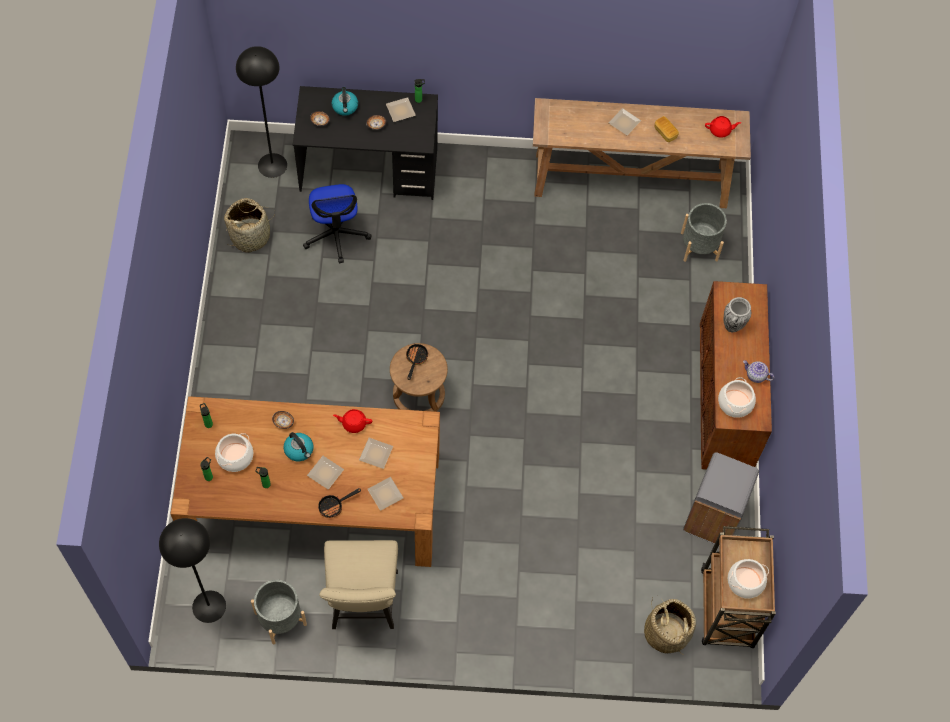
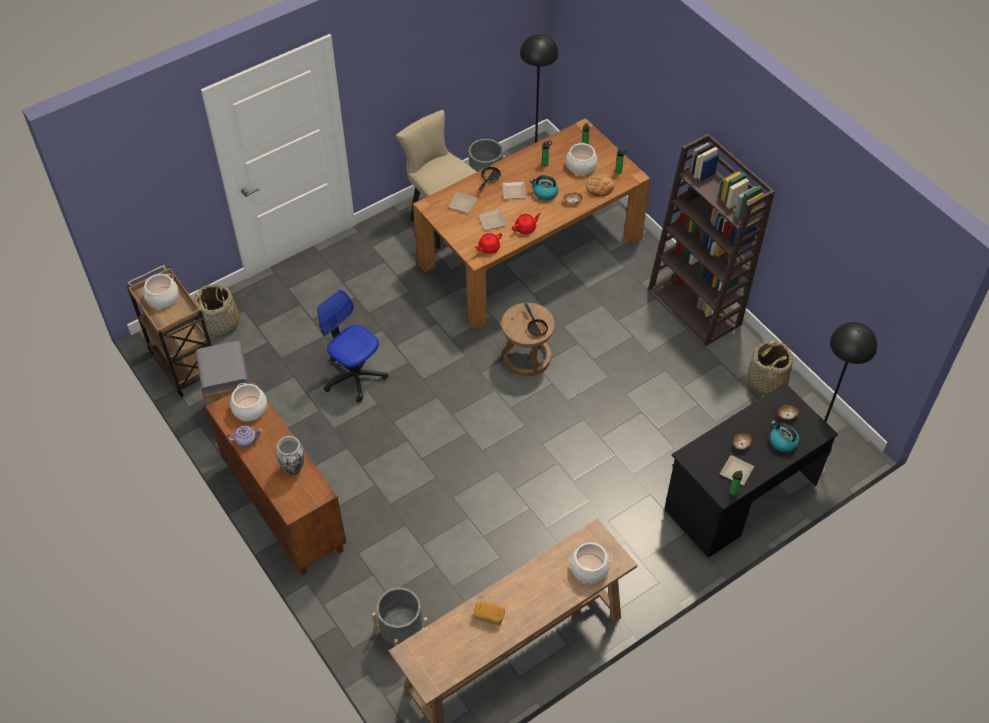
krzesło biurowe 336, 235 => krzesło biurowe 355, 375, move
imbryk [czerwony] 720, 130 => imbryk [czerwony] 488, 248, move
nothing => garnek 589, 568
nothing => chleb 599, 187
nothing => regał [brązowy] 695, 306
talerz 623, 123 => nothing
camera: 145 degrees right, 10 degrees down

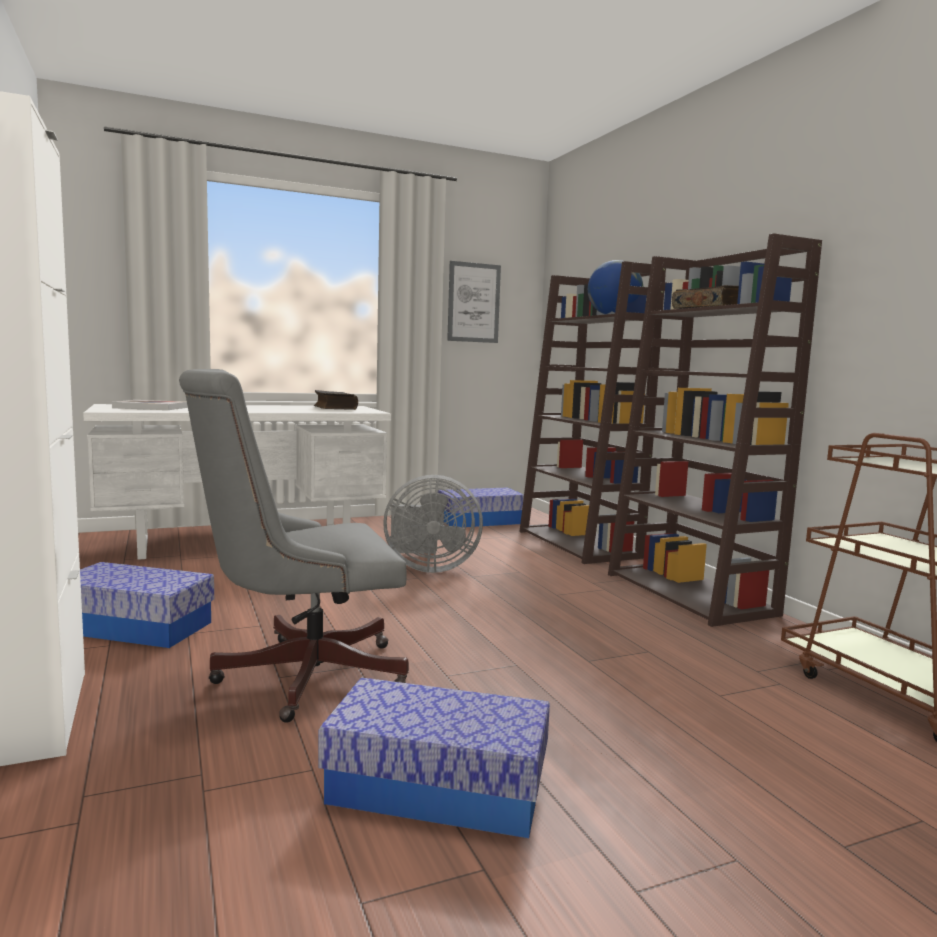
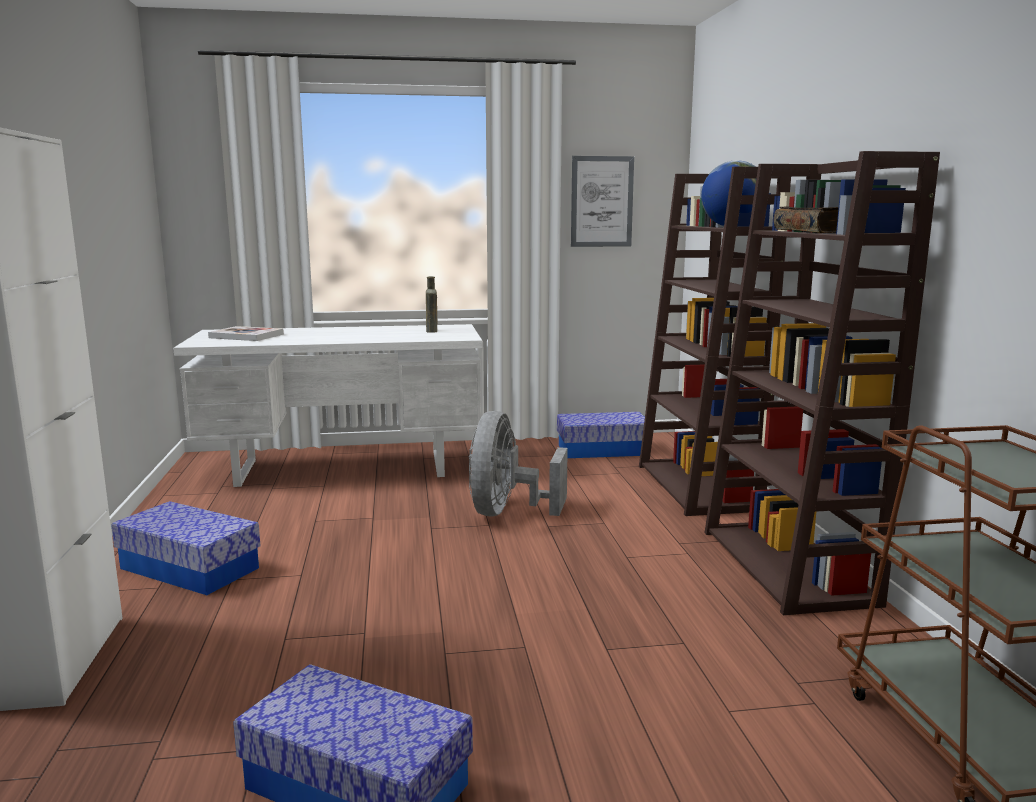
książka 334, 408 => butelka [brązowy] 432, 331
wentylator [szary] 428, 568 => wentylator [szary] 507, 512, 90 degrees clockwise
krzesło biurowe [szary] 299, 675 => nothing
camera: 15 degrees right, 5 degrees up

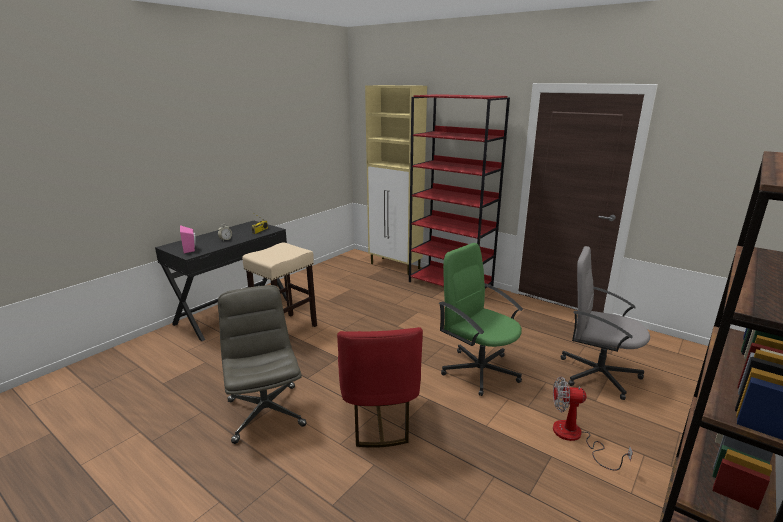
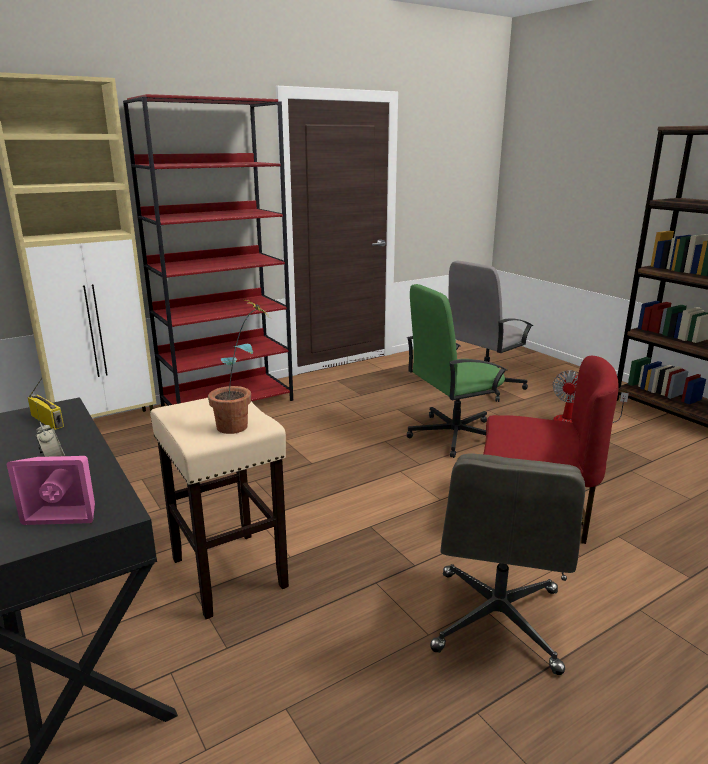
nothing => roślina doniczkowa 242, 425
krzesło biurowe [szary] 265, 412 => krzesło biurowe [szary] 497, 621, 75 degrees counterclockwise
camera: 70 degrees left, 0 degrees up

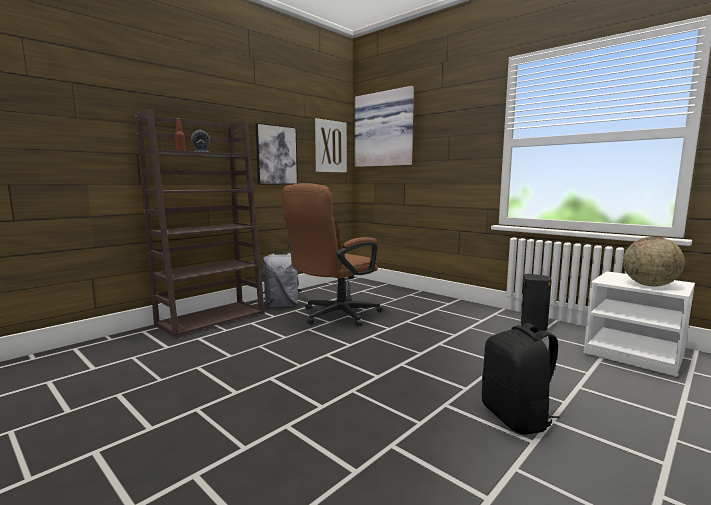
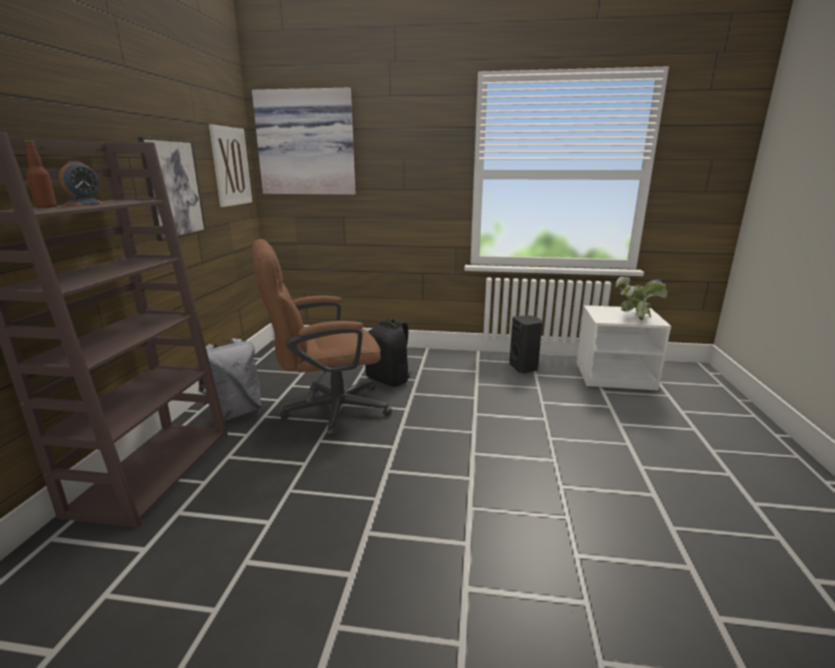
krzesło biurowe [brązowy] 334, 316 => krzesło biurowe [brązowy] 326, 410, 60 degrees clockwise
plecak [czarny] 516, 418 => plecak [czarny] 389, 379, move
globus 649, 285 => roślina doniczkowa 634, 318
camera: 35 degrees left, 10 degrees up

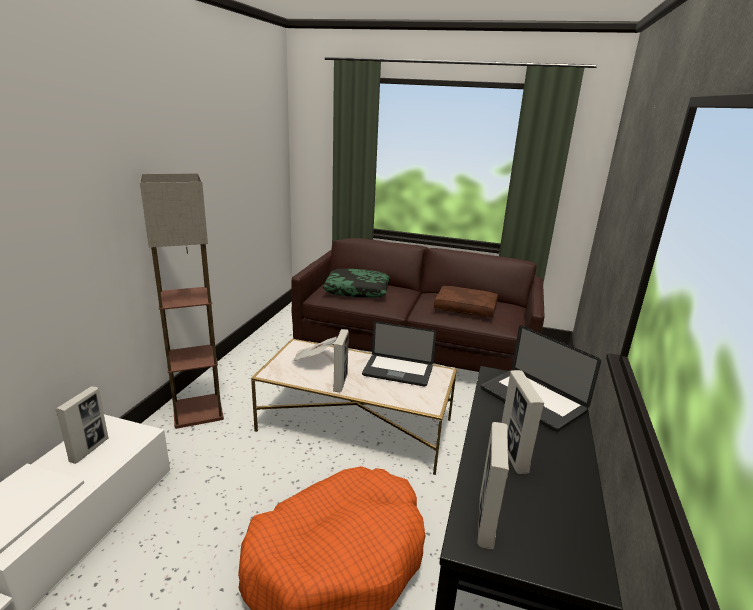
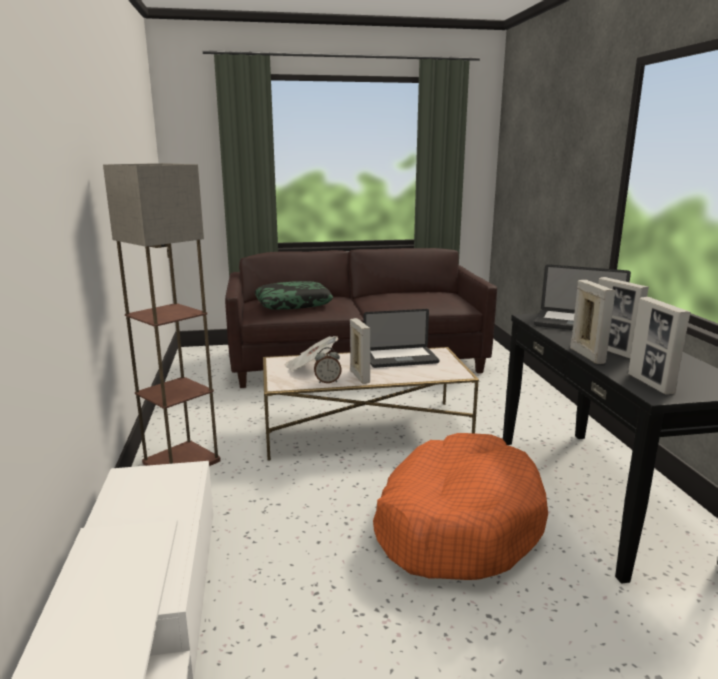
nothing => budzik 327, 381
ramka na zdjęcie 89, 449 => ramka na zdjęcie 587, 355, move
poduszka [brązowy] 466, 308 => nothing
camera: 25 degrees left, 5 degrees down

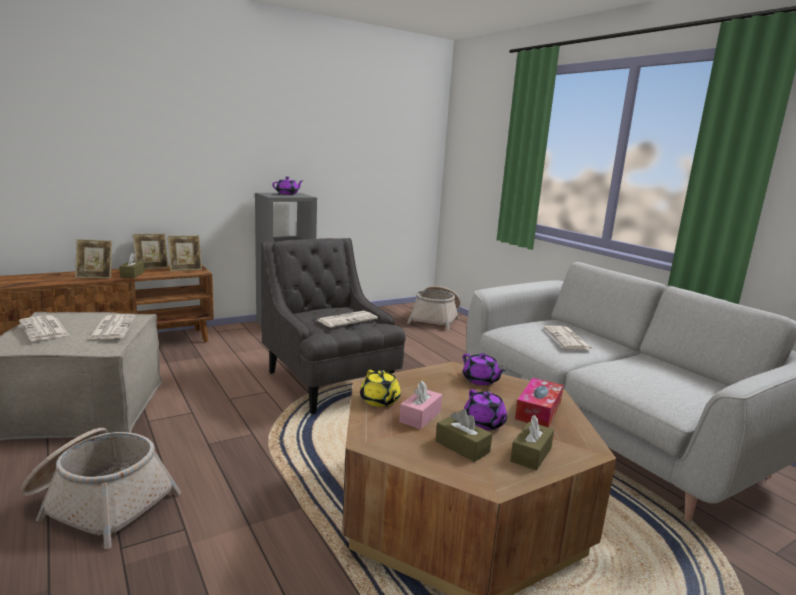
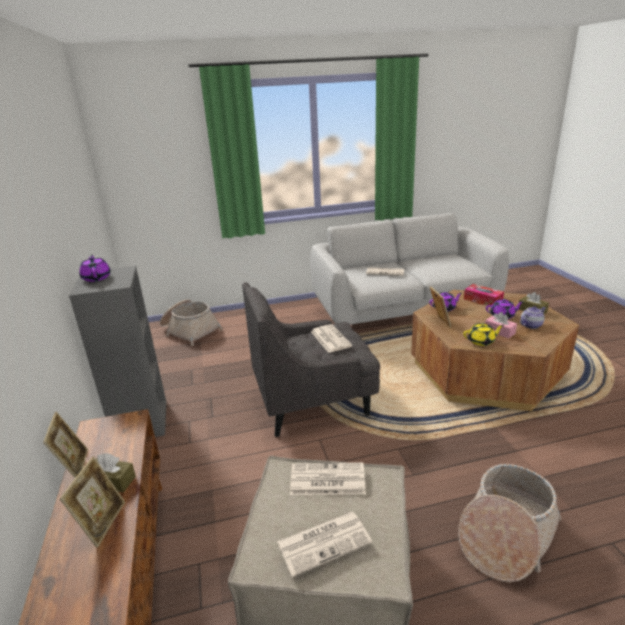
ramka na zdjęcie 185, 269 => ramka na zdjęcie 439, 321, move
pudełko chusteczek [brązowy] 462, 447 => imbryk 531, 325
camera: 70 degrees left, 10 degrees up

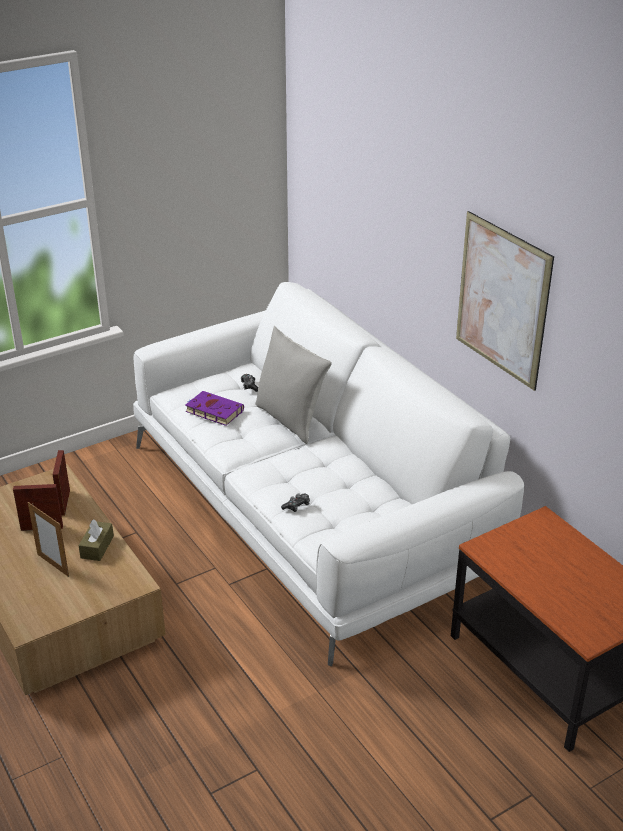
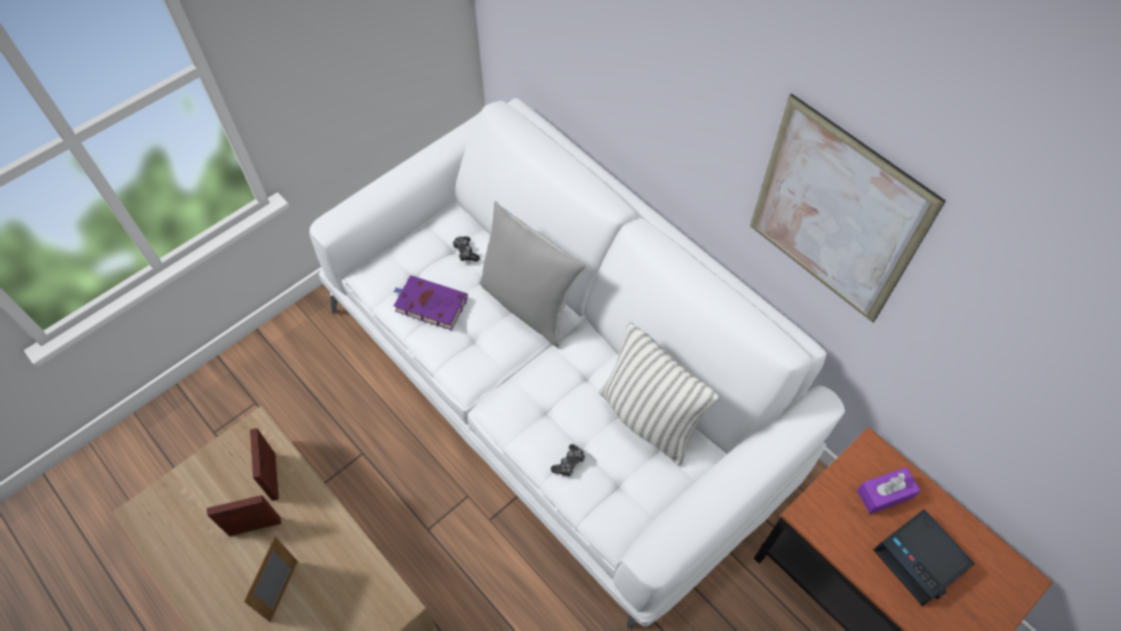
ramka na zdjęcie 53, 565 => ramka na zdjęcie 284, 591, 75 degrees clockwise
nothing => poduszka 649, 418
nothing => pudełko chusteczek [fioletowy] 884, 494
nothing => budzik 921, 559
pudełko chusteczek [brązowy] 97, 547 => nothing
camera: 10 degrees left, 25 degrees up

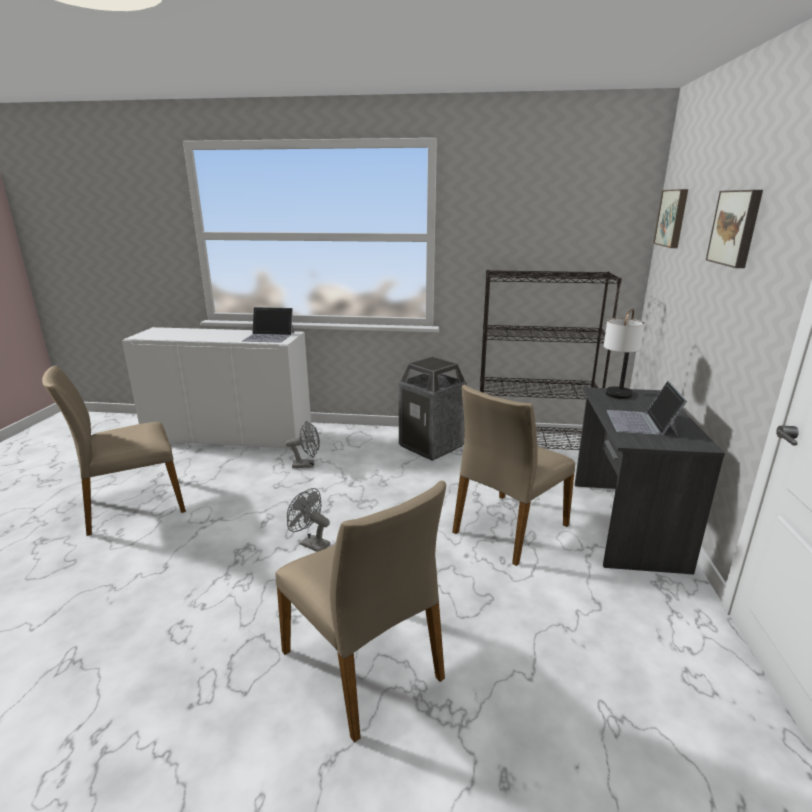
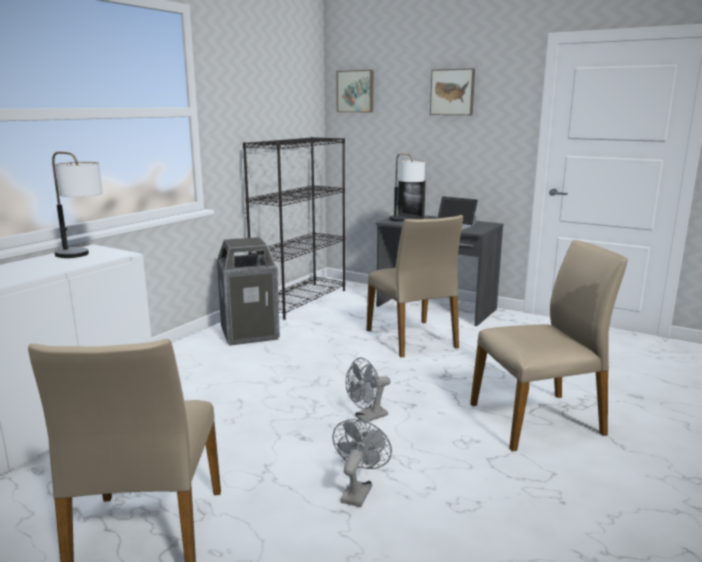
laptop 269, 336 => lampa stołowa 82, 256
wentylator [szary] 307, 465 => wentylator [szary] 358, 491, move
nothing => ramka na zdjęcie 410, 217
camera: 65 degrees left, 5 degrees down

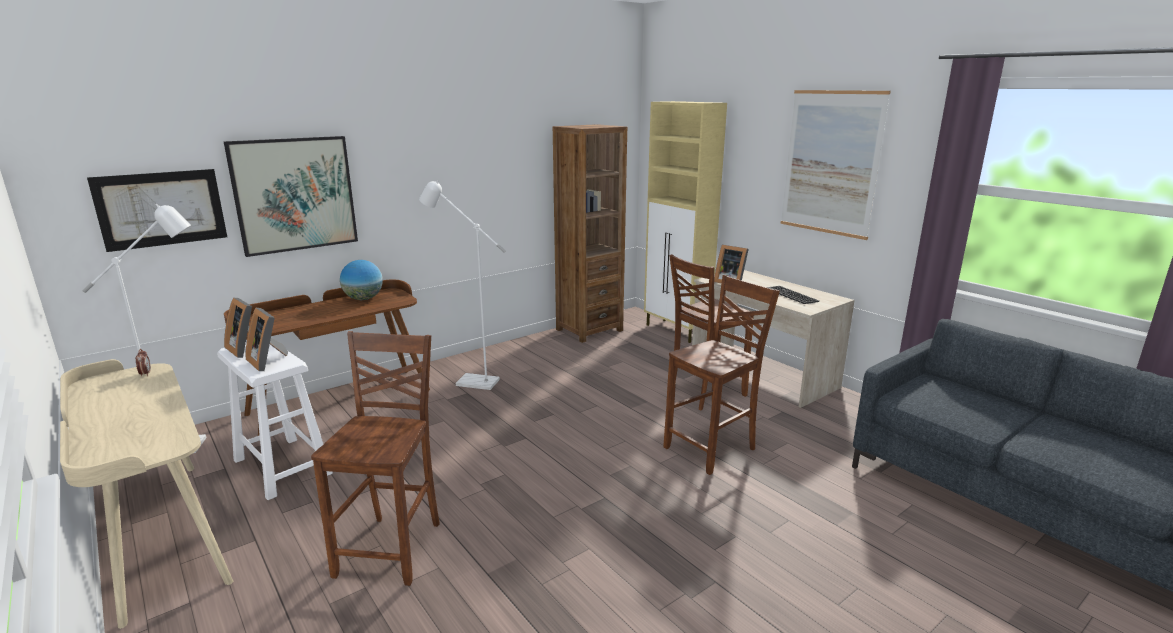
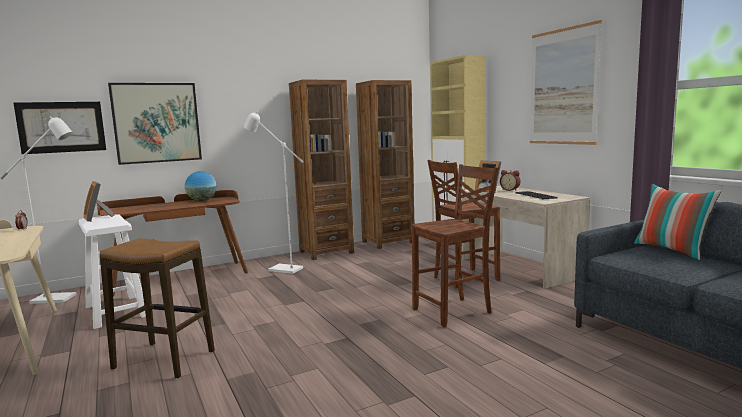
krzesło [brązowy] 393, 548 => stołek 164, 360
nothing => regał [brązowy] 326, 252
nothing => budzik 510, 190
nothing => poduszka 672, 250
ramka na zdjęcie 269, 361 => nothing
camera: 10 degrees right, 10 degrees down

